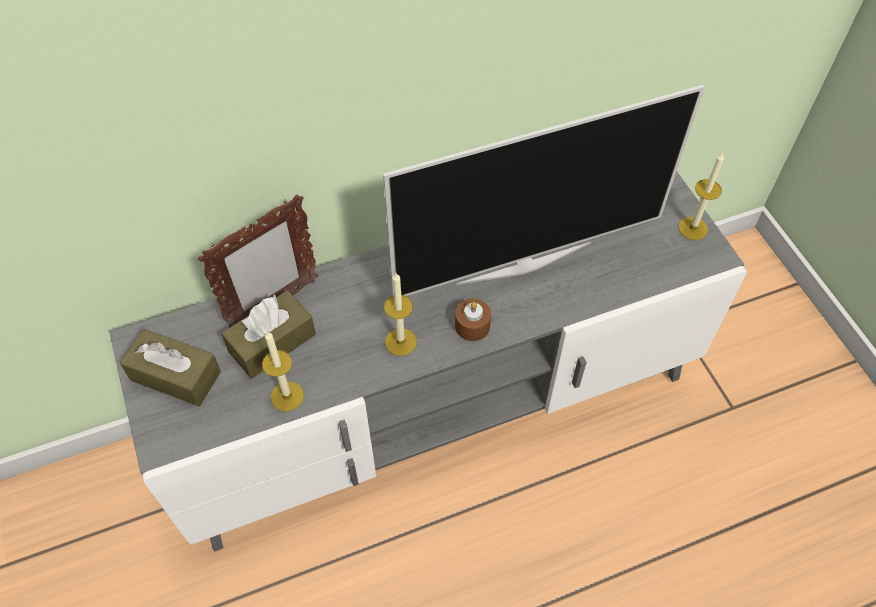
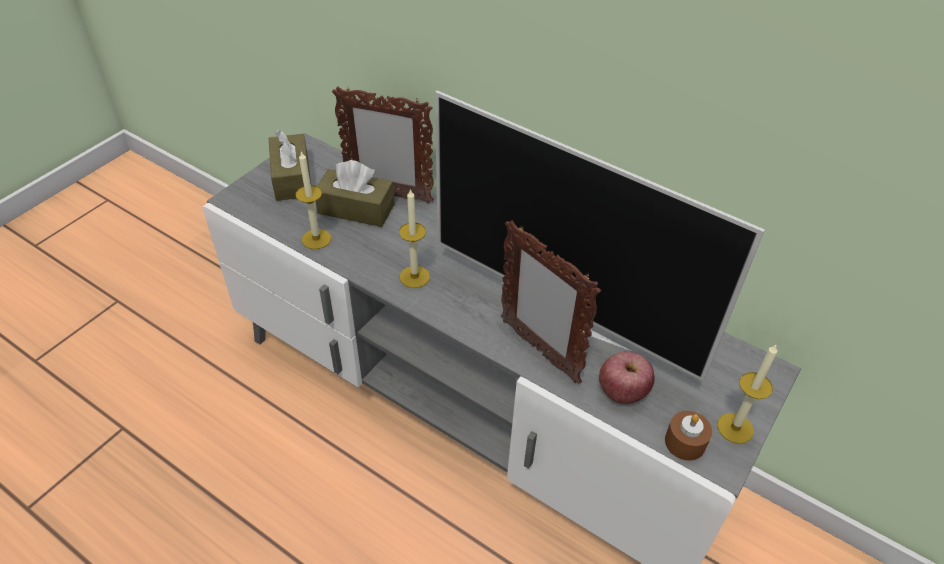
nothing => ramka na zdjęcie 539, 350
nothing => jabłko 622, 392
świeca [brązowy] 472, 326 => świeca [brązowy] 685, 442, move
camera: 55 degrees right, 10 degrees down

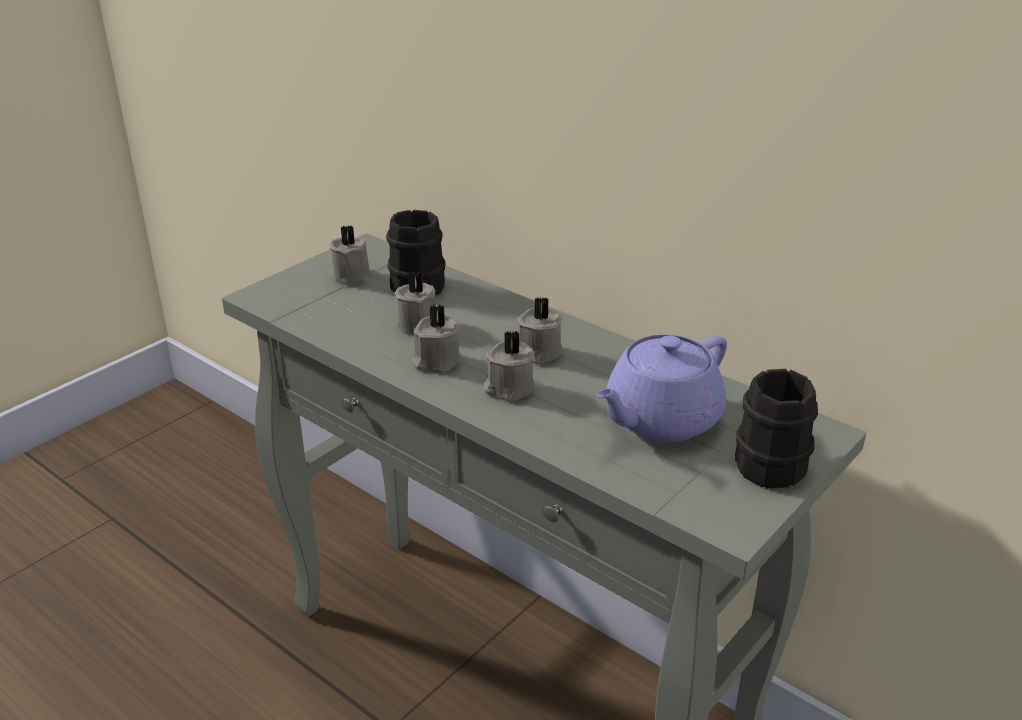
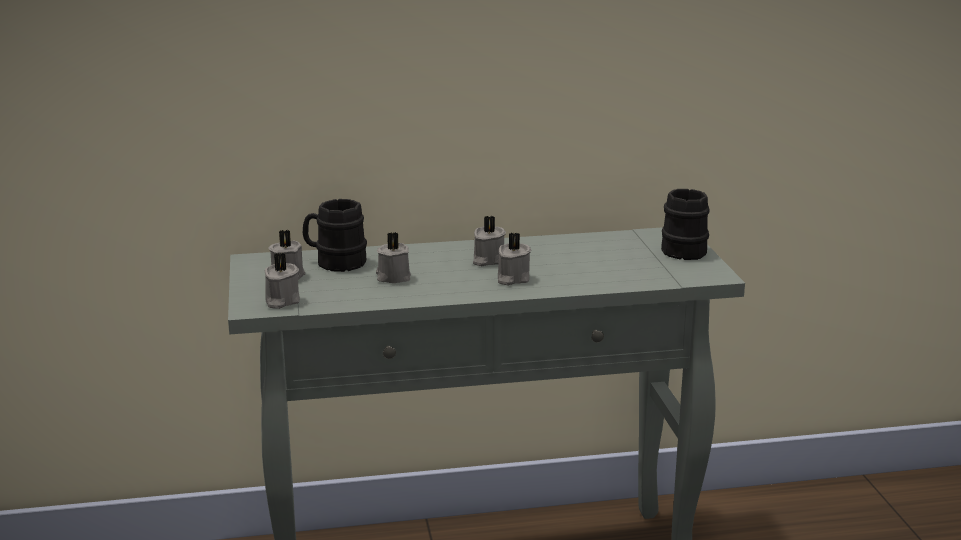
świeca [szary] 436, 361 => świeca [szary] 281, 301, move
imbryk [fioletowy] 660, 419 => nothing
camera: 50 degrees left, 10 degrees down

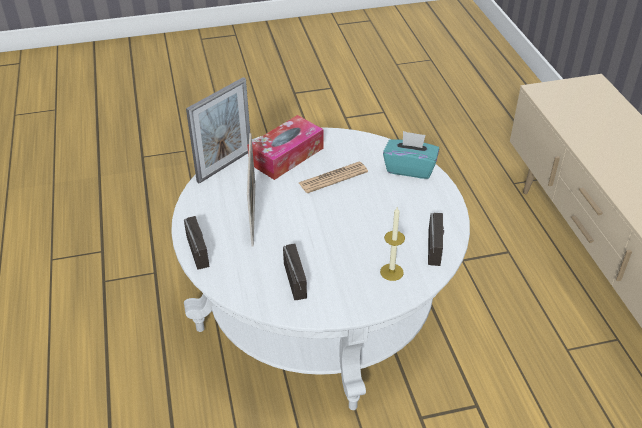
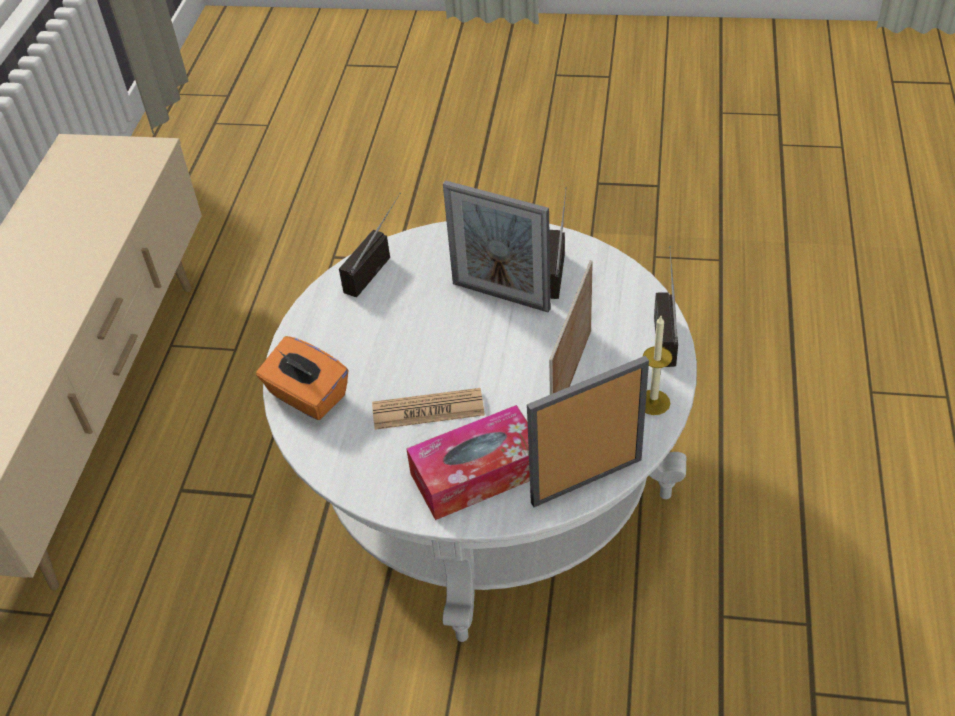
pudełko chusteczek [turkusowy] 410, 168 => pudełko chusteczek [pomarańczowy] 307, 396
nothing => ramka na zdjęcie 501, 296
świeca 391, 272 => świeca 653, 402, move
camera: 155 degrees left, 5 degrees up

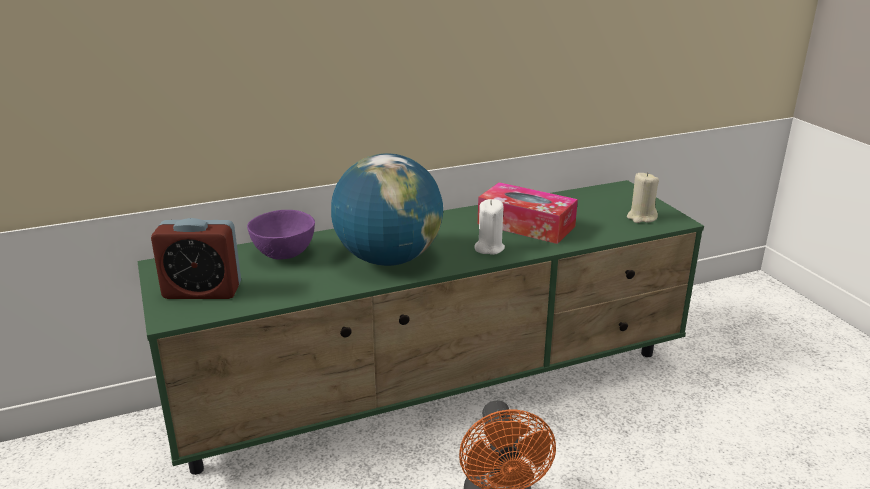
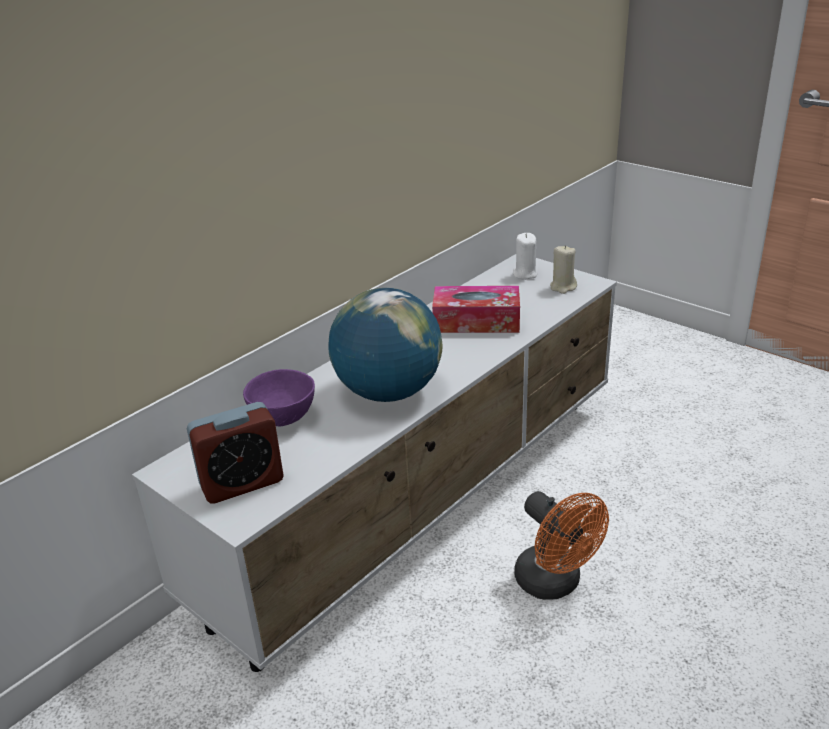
szafka pod telewizor [zielony] 437, 389 => szafka pod telewizor [biały] 423, 501
świeca [biały] 489, 248 => świeca [biały] 524, 274, move
camera: 25 degrees left, 5 degrees up

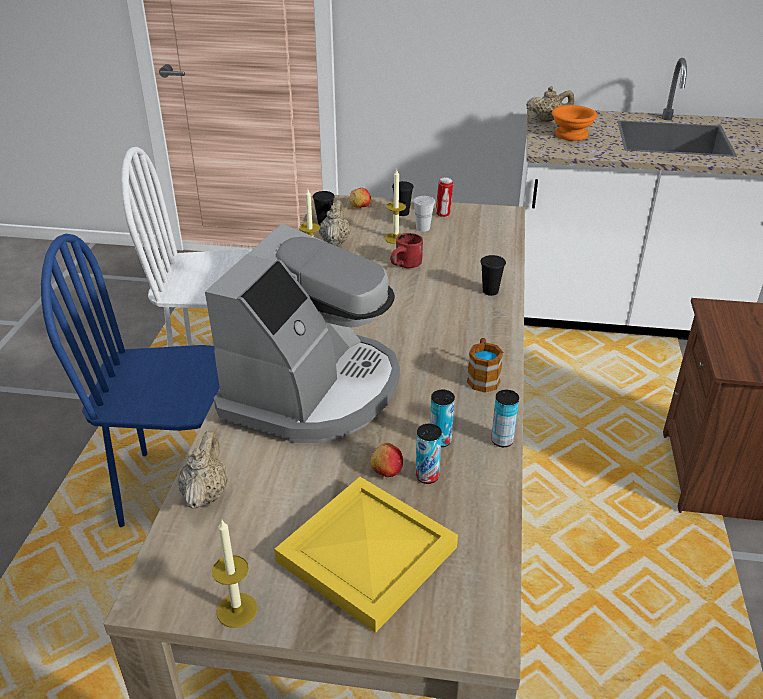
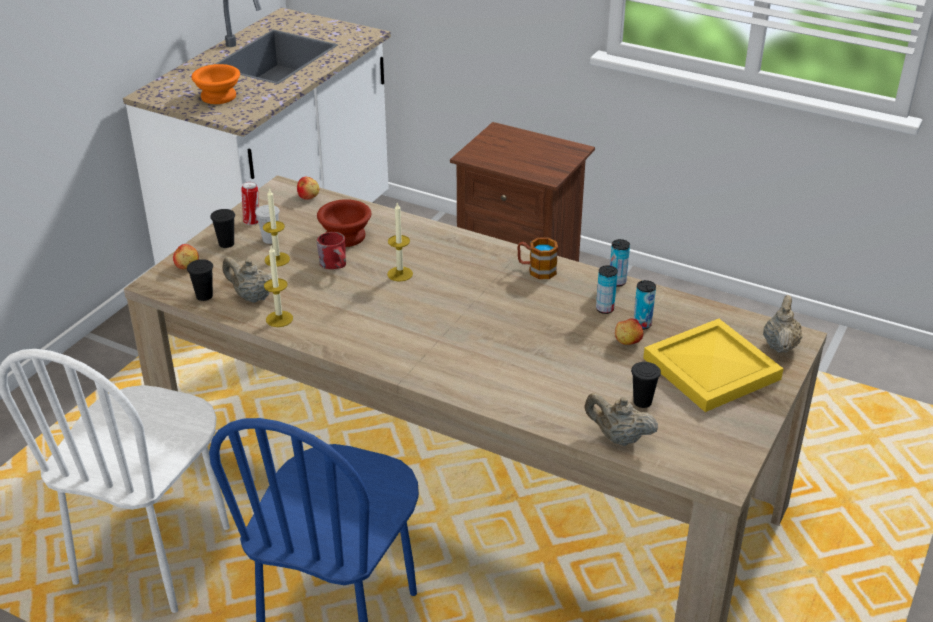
nothing => jabłko 308, 196
nothing => miska [brązowy] 346, 237
świeca 237, 610 => świeca 400, 274, move
filiżanka [czarny] 490, 291 => filiżanka [czarny] 642, 402, move
imbryk [beżowy] 548, 120 => imbryk [beżowy] 780, 345, move
ekspres do kawy 313, 390 => nothing
camera: 70 degrees left, 0 degrees up

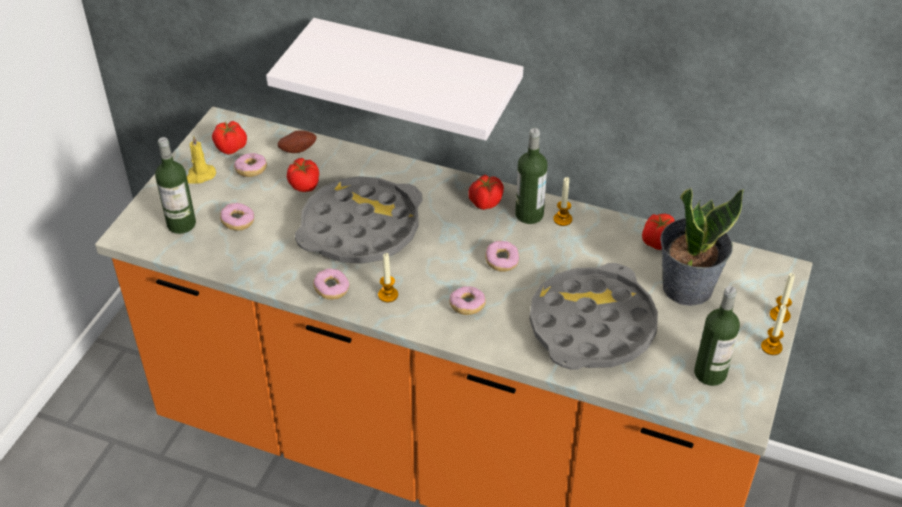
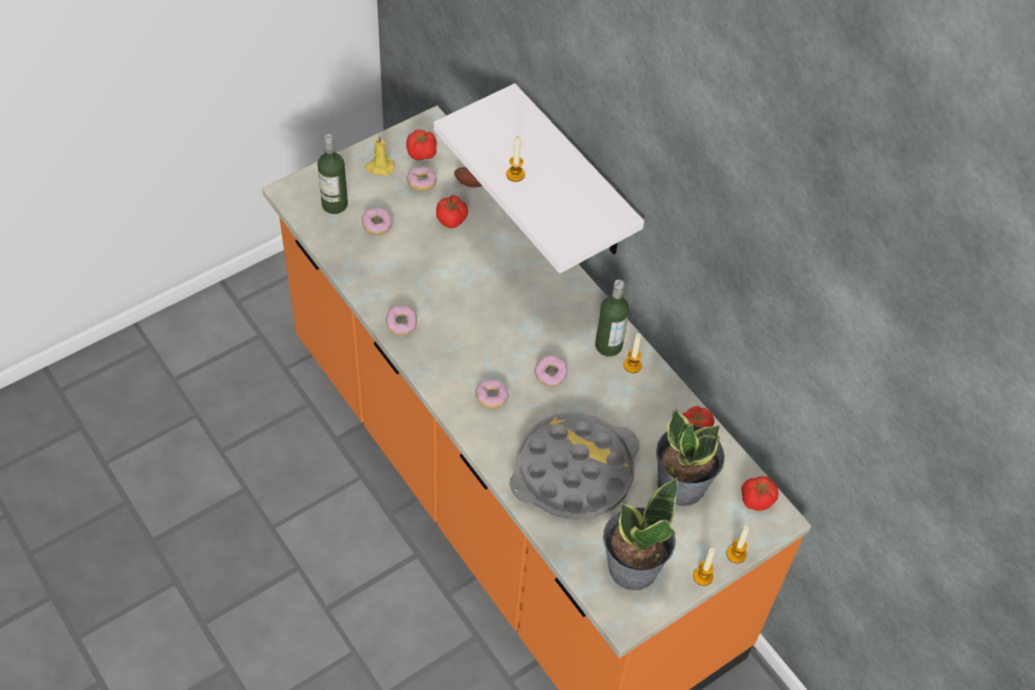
świeca 388, 295 => świeca 515, 174, move
butelka 710, 373 => roślina doniczkowa 631, 567
pomidor 485, 202 => pomidor 756, 500, move
taca [szary] 360, 228 => nothing
camera: 30 degrees right, 10 degrees up

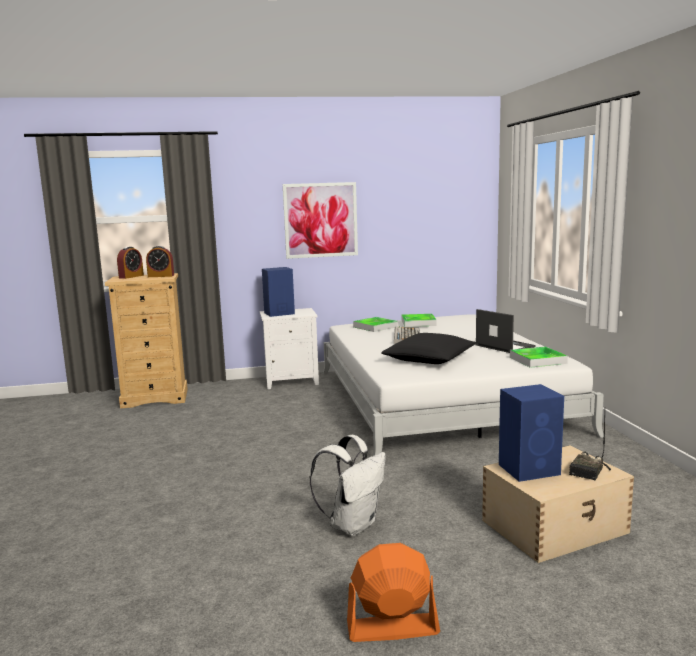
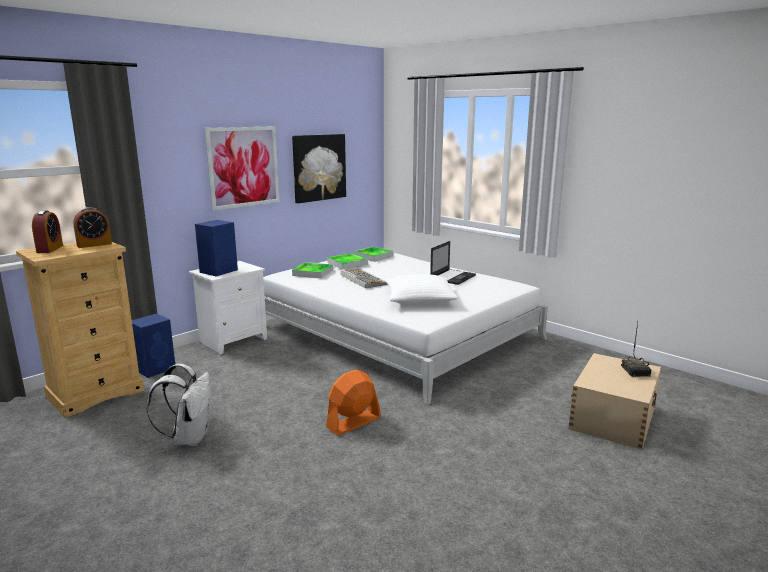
głośnik [niebieski] 530, 469 => głośnik [niebieski] 156, 368, move
plecak [biały] 352, 524 => plecak [biały] 189, 438, move
nothing => obraz 319, 167
wentylator [pomarańczowy] 392, 628 => wentylator [pomarańczowy] 353, 422, move
taca 537, 360 => taca 373, 256, move
poduszka [czarny] 429, 359 => poduszka [biały] 420, 299
laptop 504, 346 => laptop 453, 277, 105 degrees clockwise
camera: 35 degrees left, 5 degrees up

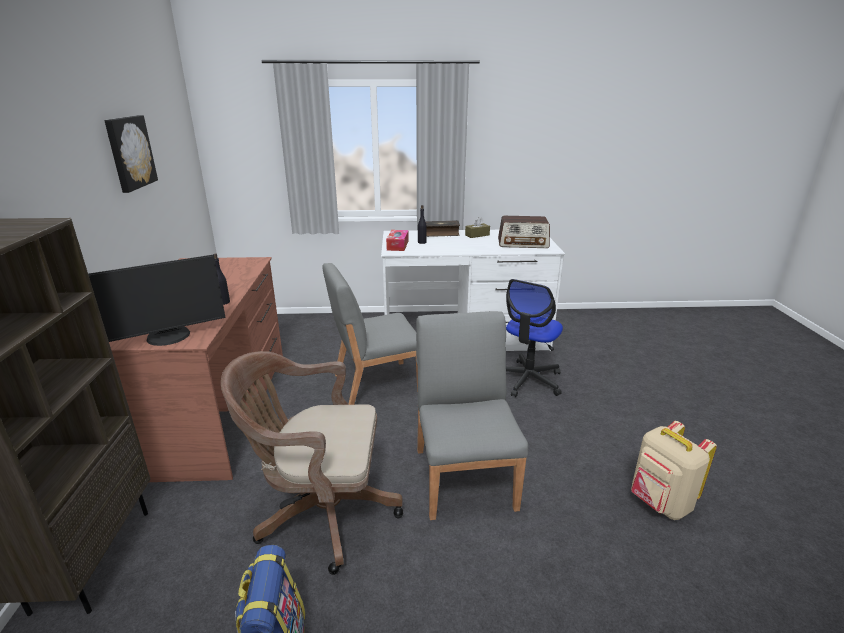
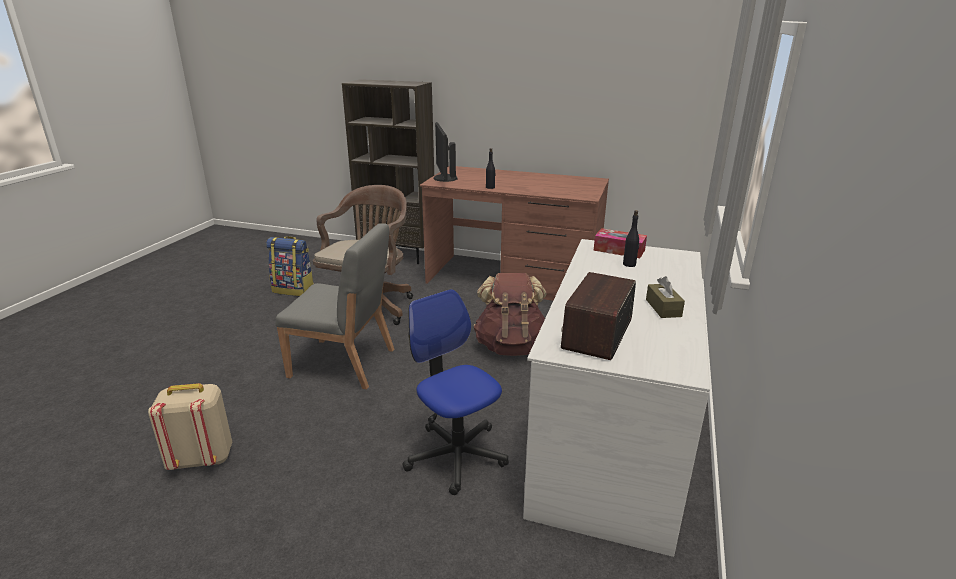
krzesło [szary] 375, 384 => plecak [brązowy] 511, 346
obraz 129, 152 => nothing
książka 440, 233 => nothing
camera: 110 degrees right, 0 degrees up

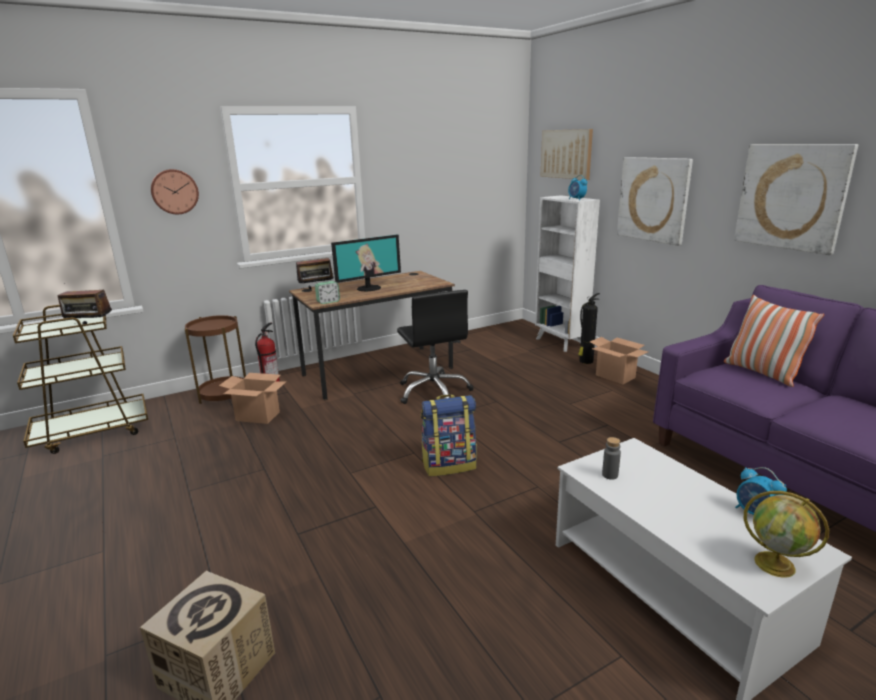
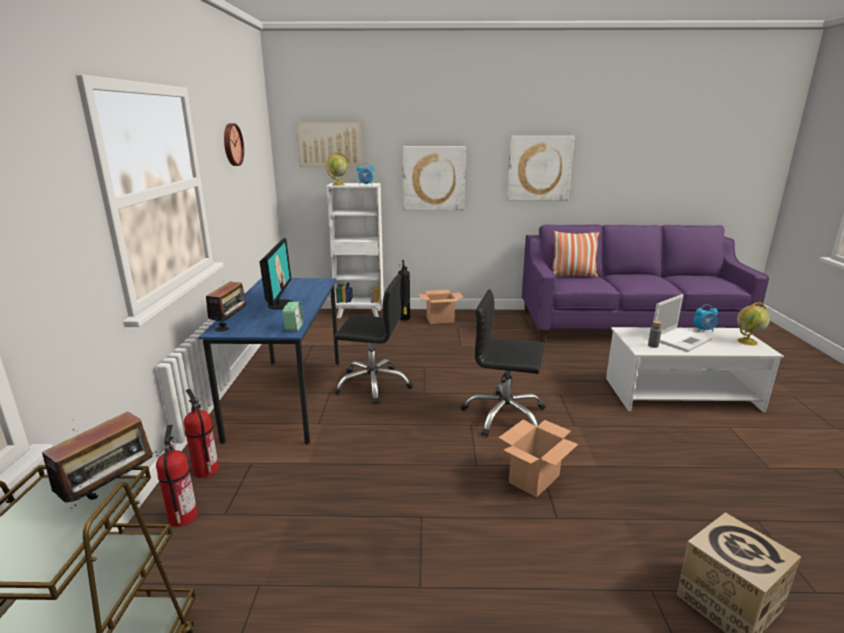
stolik [brązowy] 224, 395 => gaśnica 182, 516
biurko [brązowy] 378, 371 => biurko [niebieski] 288, 397
zegar ścienny 174, 191 => zegar ścienny 231, 144, move
nothing => globus 338, 184
plecak 449, 465 => krzesło biurowe [czarny] 504, 415
karton 258, 416 => karton 534, 478, move
nothing => laptop 681, 339
camera: 60 degrees left, 0 degrees up

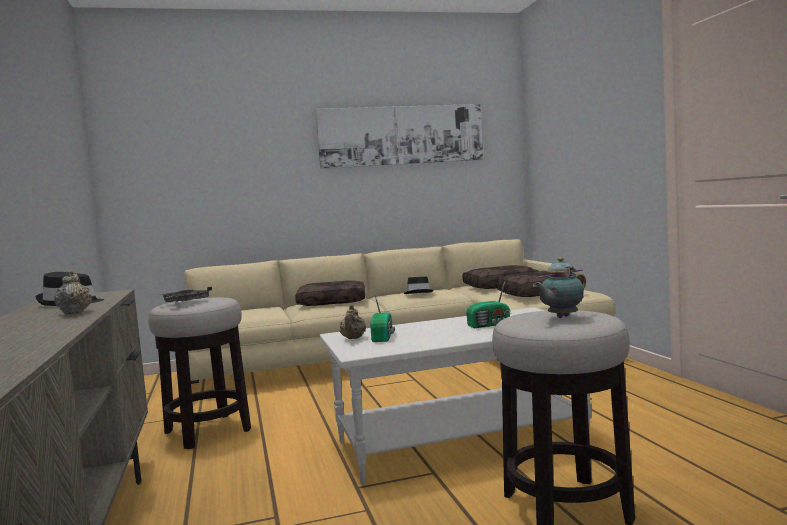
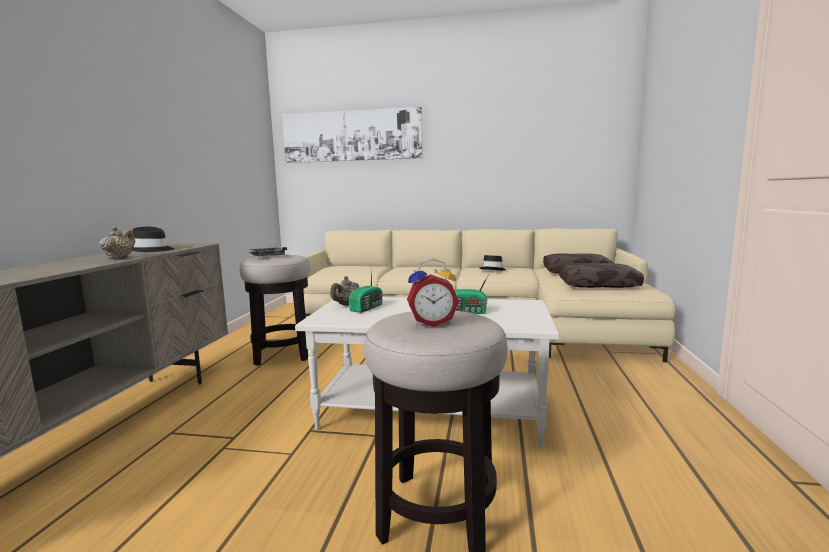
obraz 401, 135 => obraz 351, 136, move
imbryk 561, 317 => budzik 432, 323
poduszka [brązowy] 332, 302 => nothing
camera: 25 degrees right, 5 degrees up

